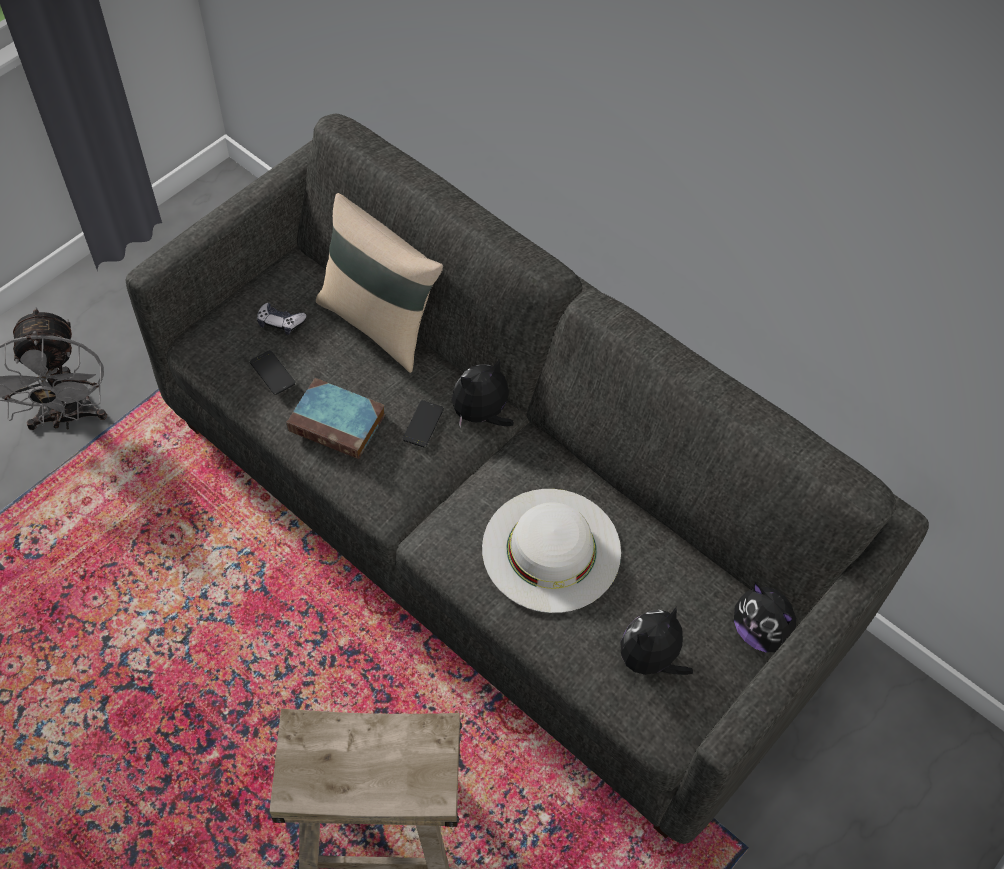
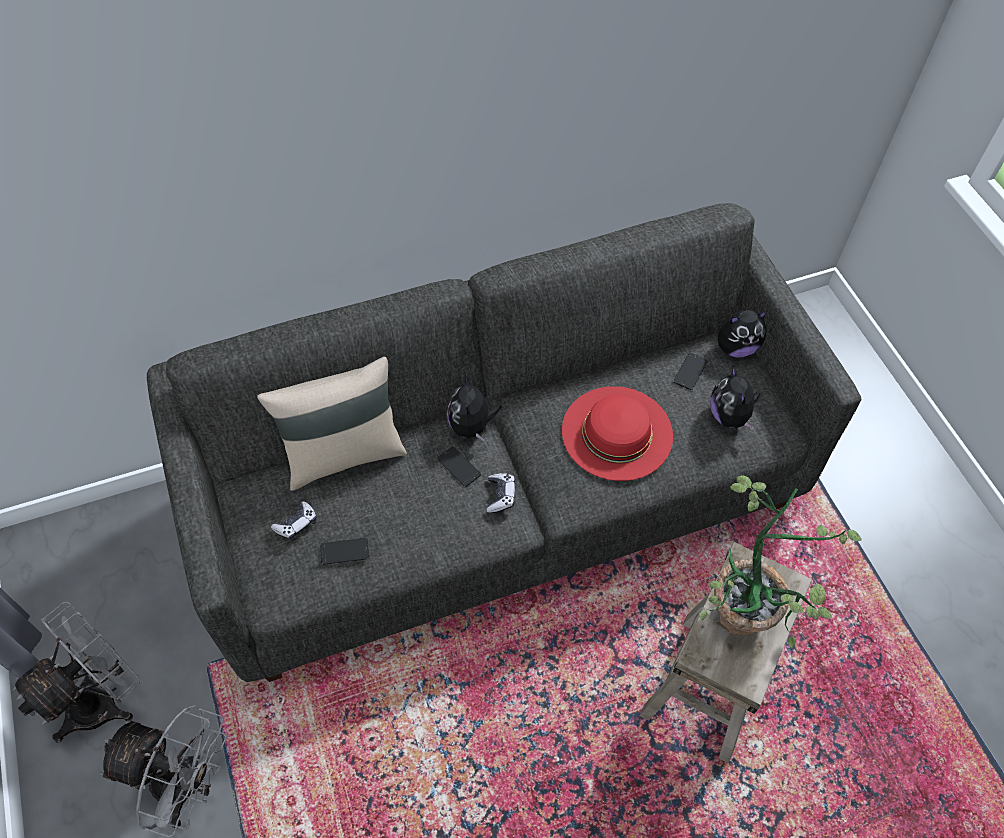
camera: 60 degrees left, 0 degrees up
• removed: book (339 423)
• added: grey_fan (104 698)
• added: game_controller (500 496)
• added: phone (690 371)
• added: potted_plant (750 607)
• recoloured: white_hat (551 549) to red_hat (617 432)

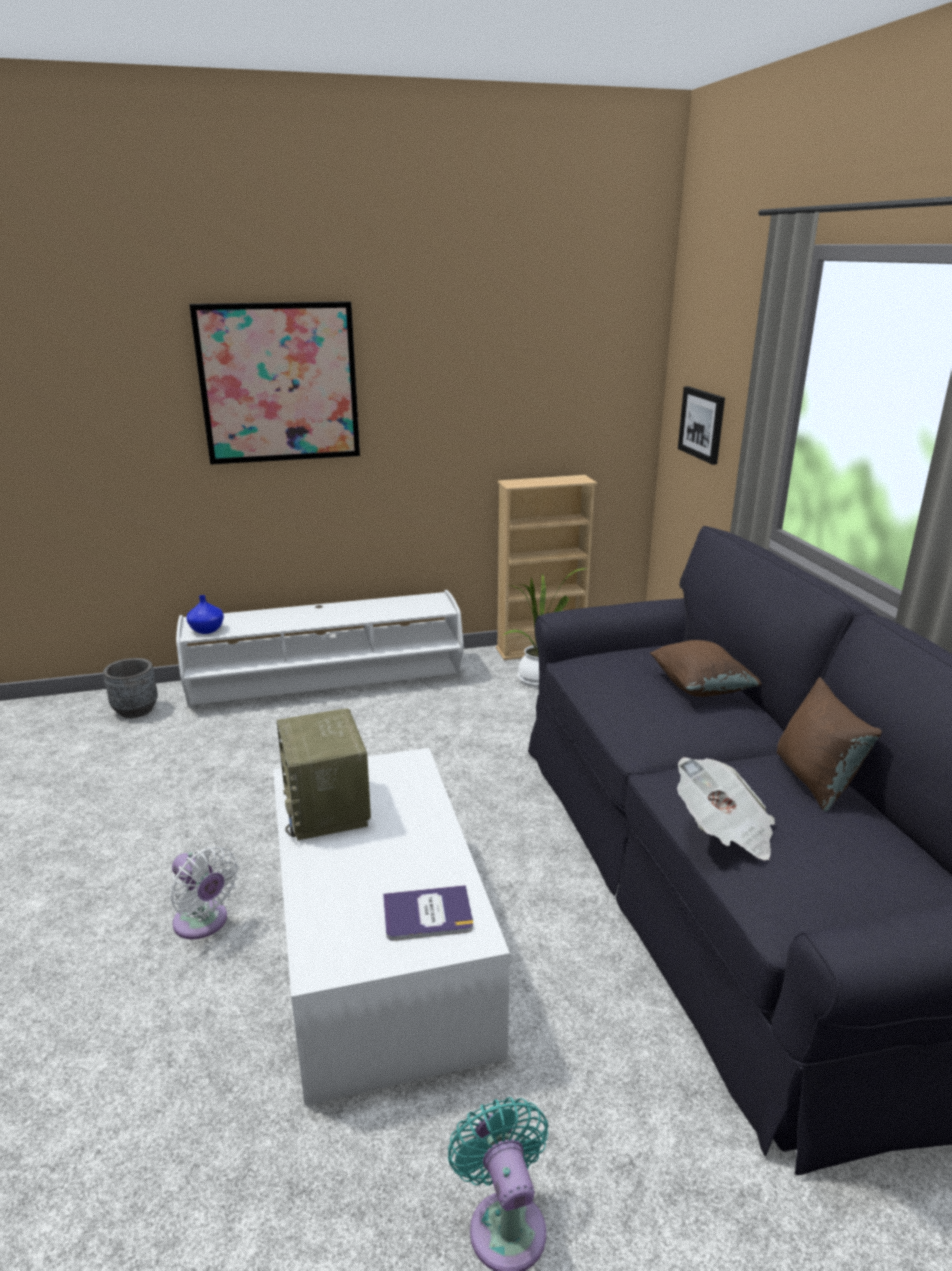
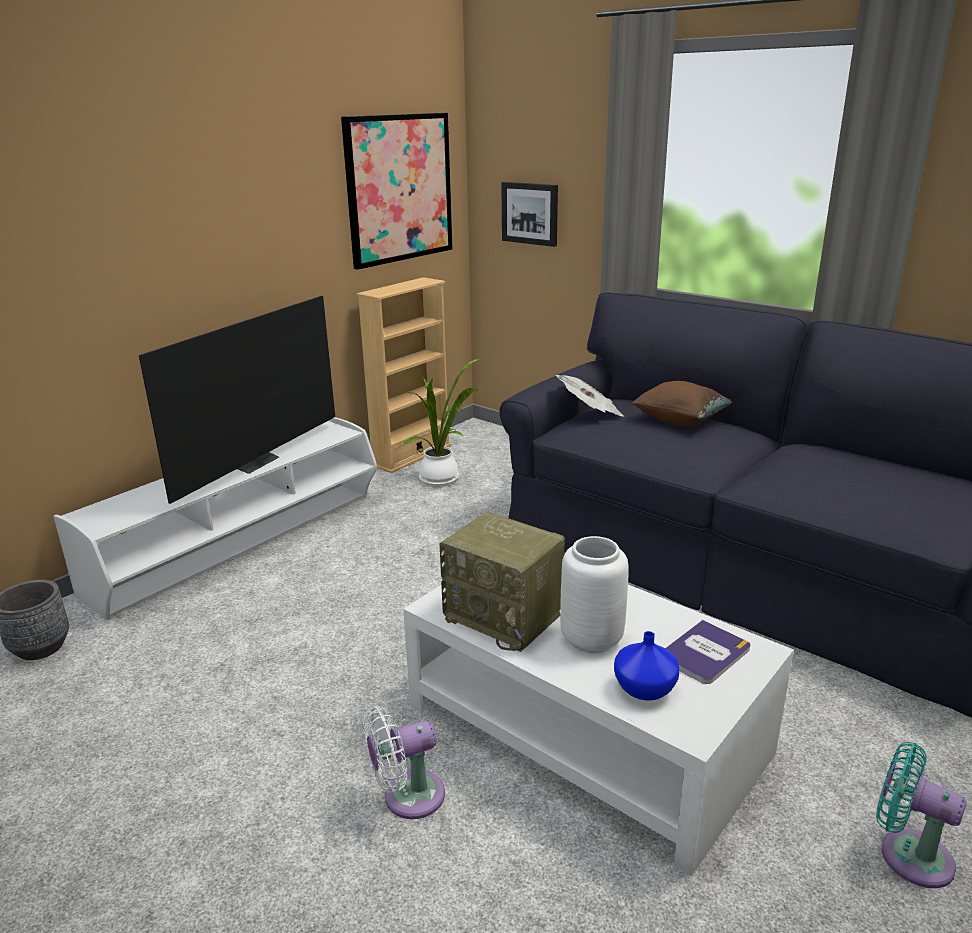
camera: 35 degrees left, 0 degrees up
• removed: brown_pillow (815 781)
• added: television (253 462)
• added: white_vase (591 638)
• moved: blue_vase (206 630) to (643 689)
• moved: picture (279 383) to (399 188)
• moved: newspaper (724 830) to (590 412)
• turned: white_fan (203 923) = (407 797) 150 degrees clockwise

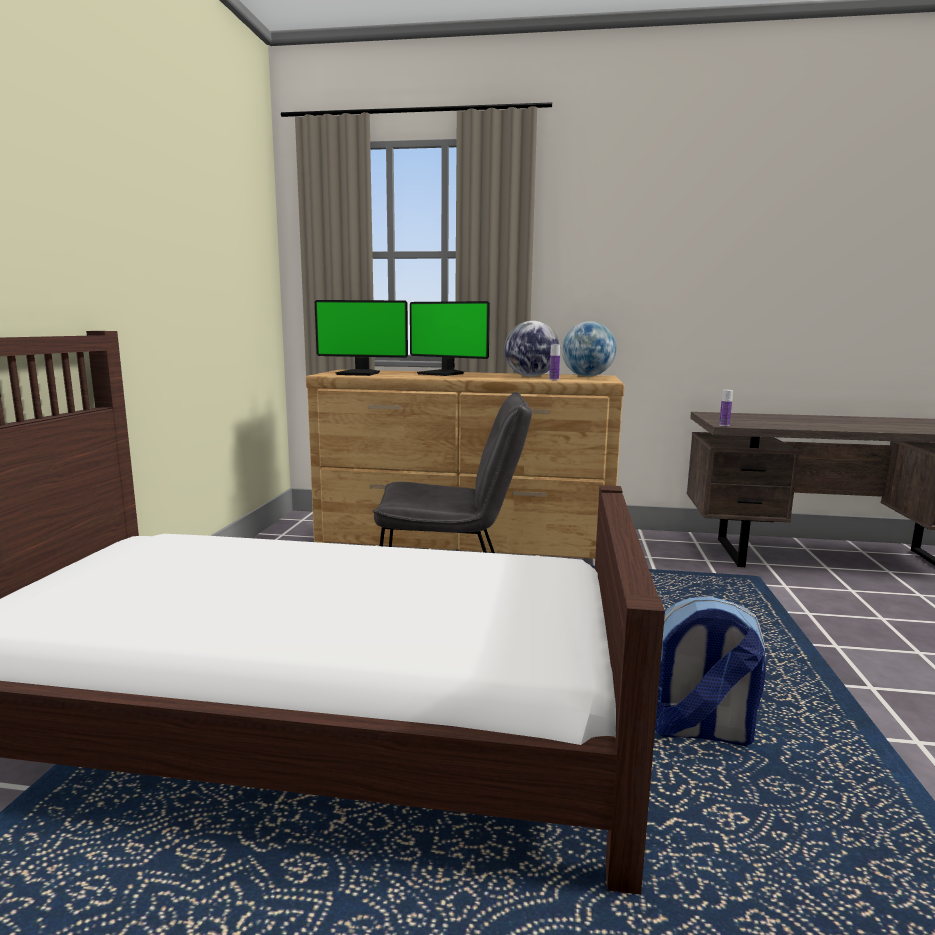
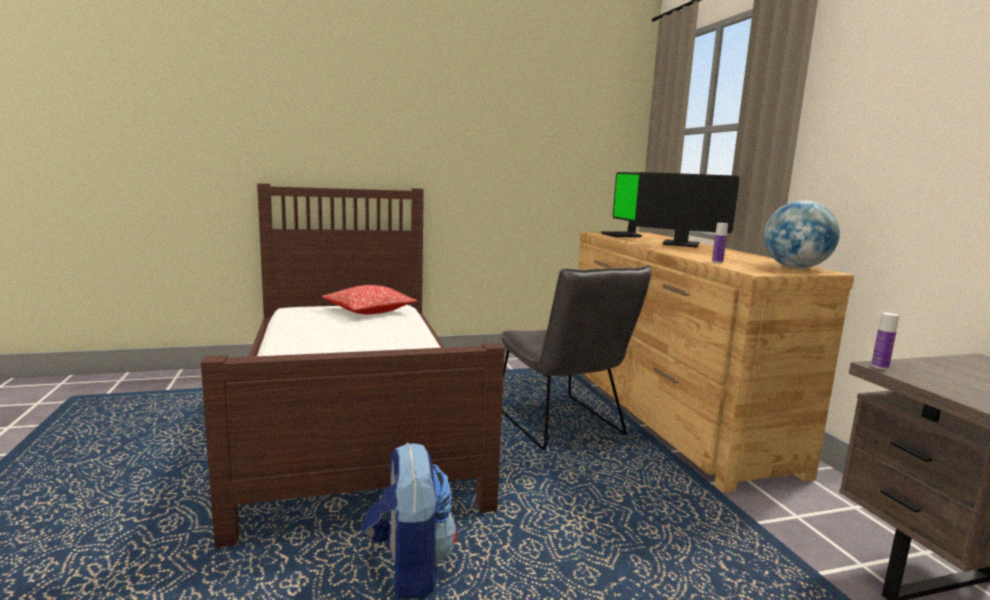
camera: 65 degrees right, 0 degrees up
• removed: globe (530 376)
• added: pillow (369 311)
• turned: monitor (442 374) = (680 244) 105 degrees clockwise

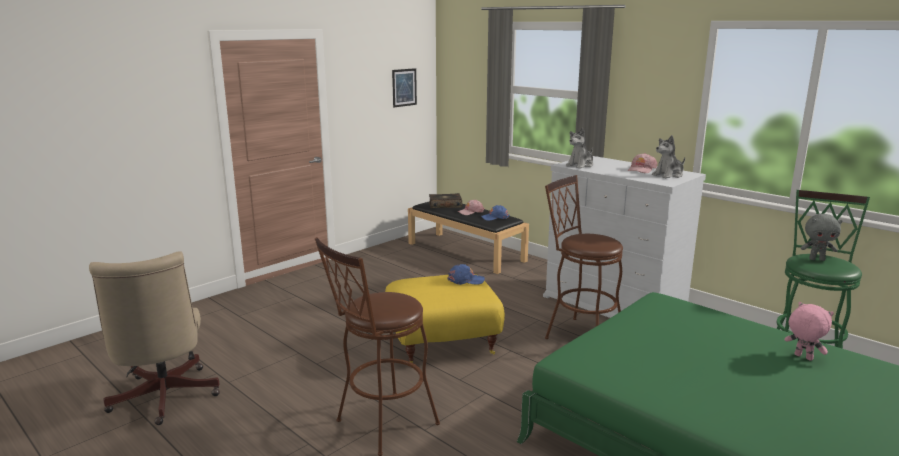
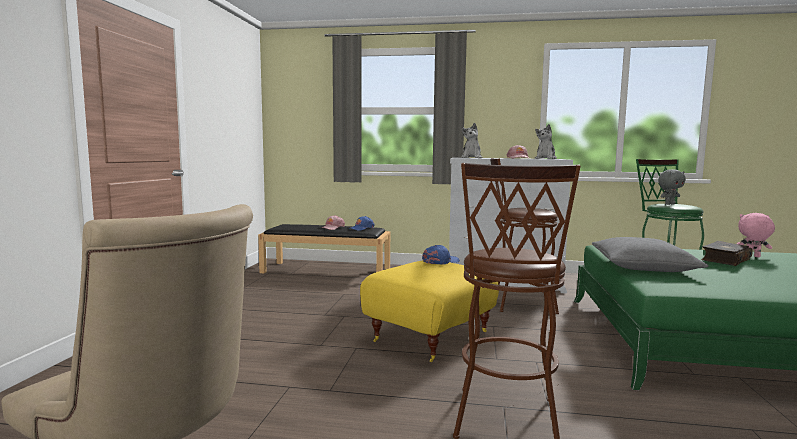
camera: 35 degrees left, 10 degrees down
• removed: picture (404 87)
• added: grey_pillow (642 266)
• moved: book (445 205) to (724 260)

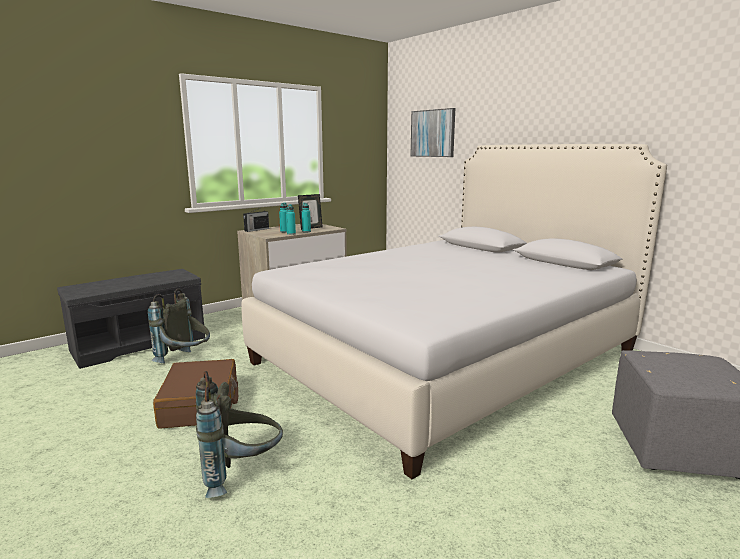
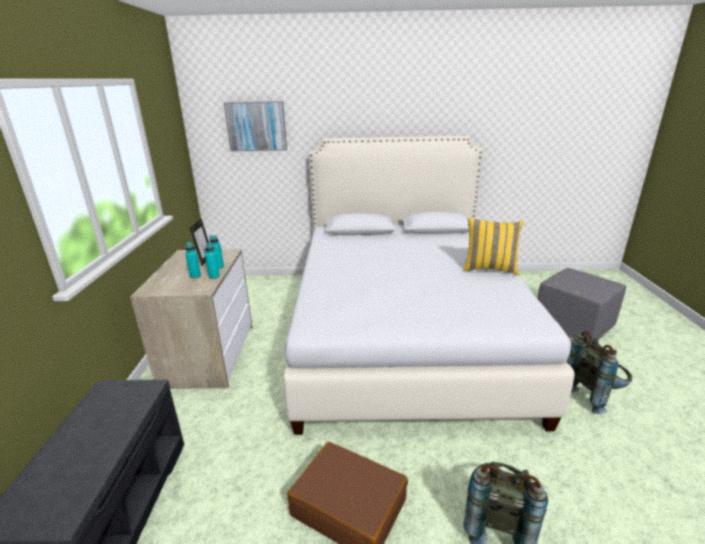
camera: 50 degrees left, 10 degrees up
• removed: radio (256 230)
• added: yellow_pillow (489 268)
• moved: grey_backpack (185 361) to (594 395)

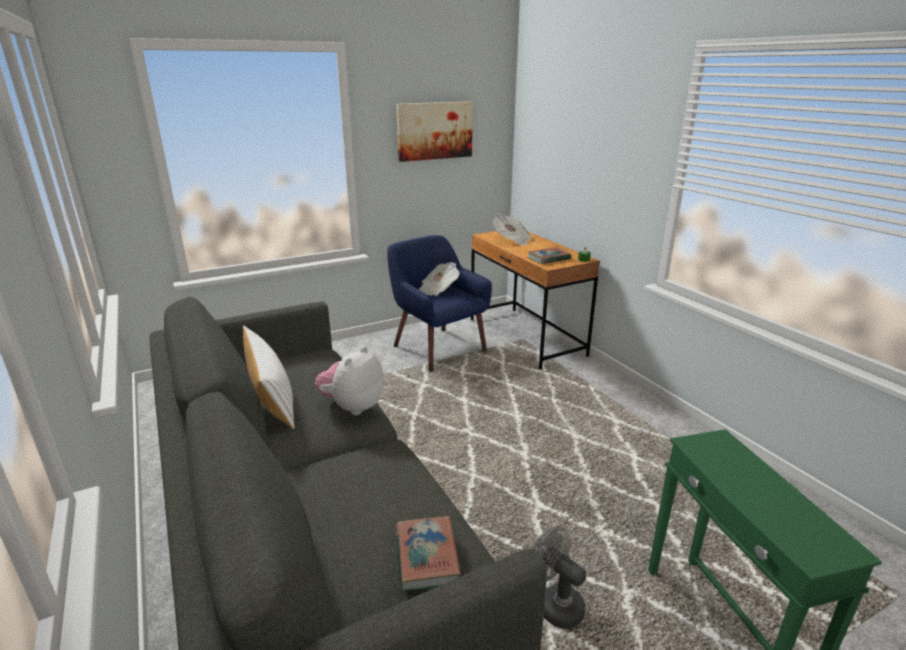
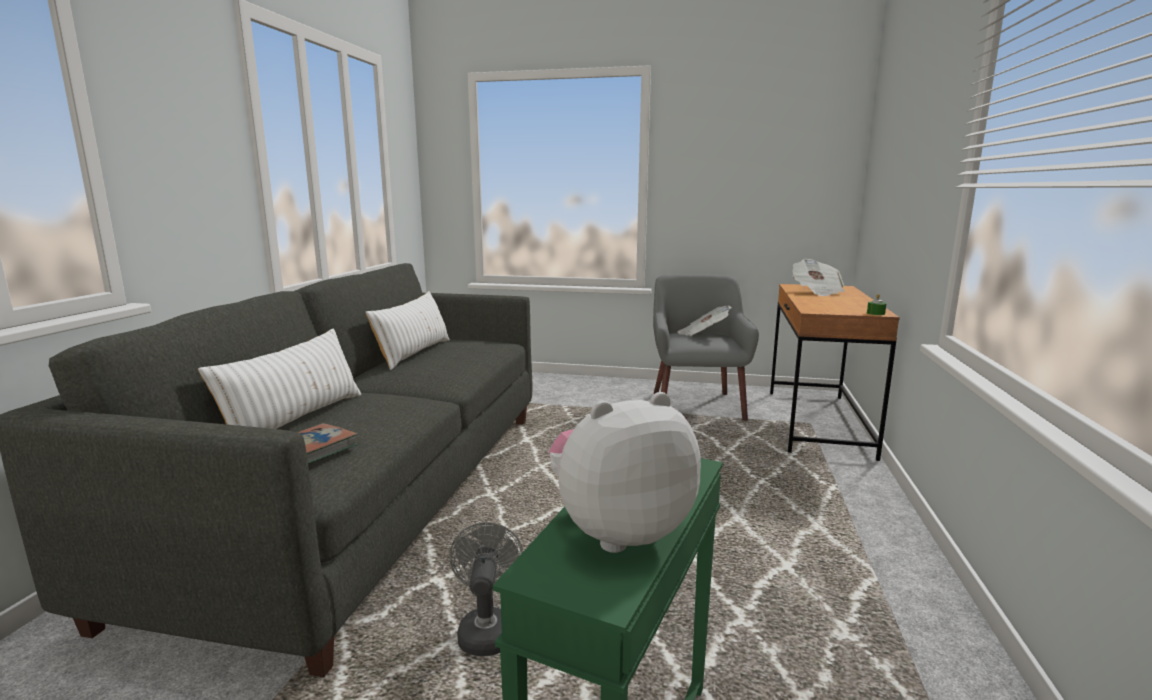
camera: 40 degrees right, 10 degrees down
• removed: picture (434 131)
• removed: book (549 258)
• added: white_pillow (296 419)
• moved: plush_toy (353 406) to (618 531)
• recoloured: blue_armchair (437 348) to grey_armchair (695 405)

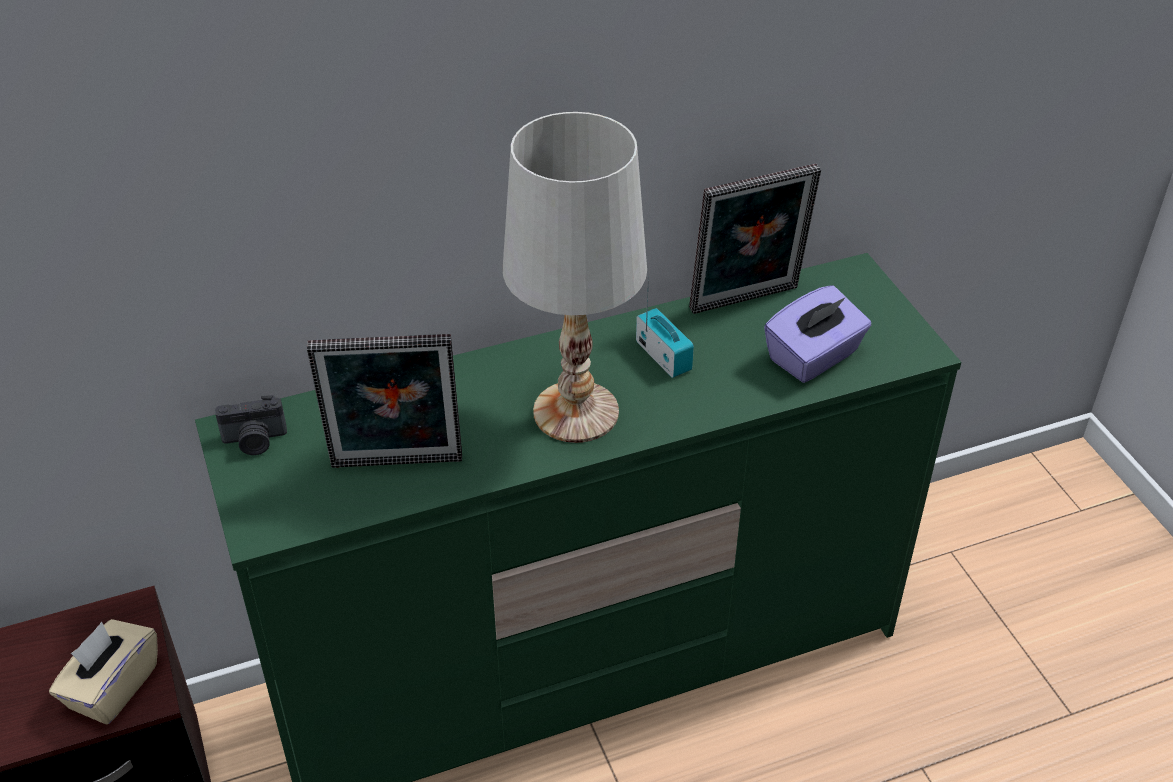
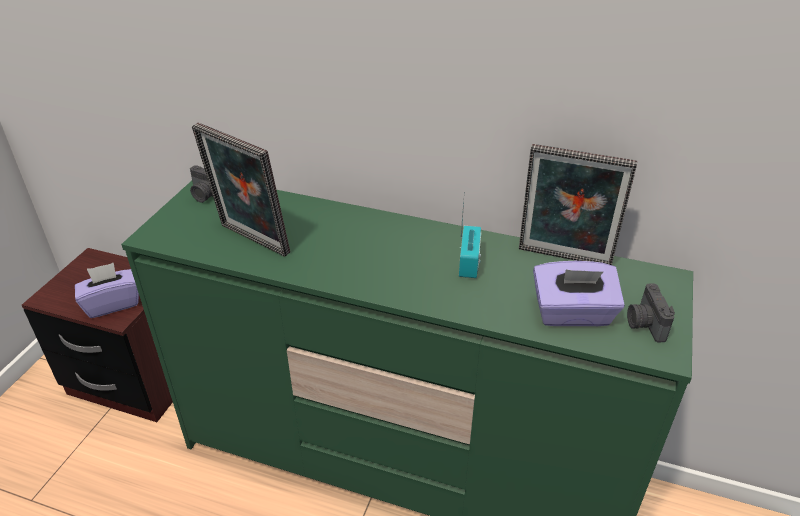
camera: 40 degrees right, 5 degrees down
• removed: white_table_lamp (576 413)
• added: photo_camera (644 324)
• recoloured: beige_tissue_box (112 687) to purple_tissue_box (112 303)

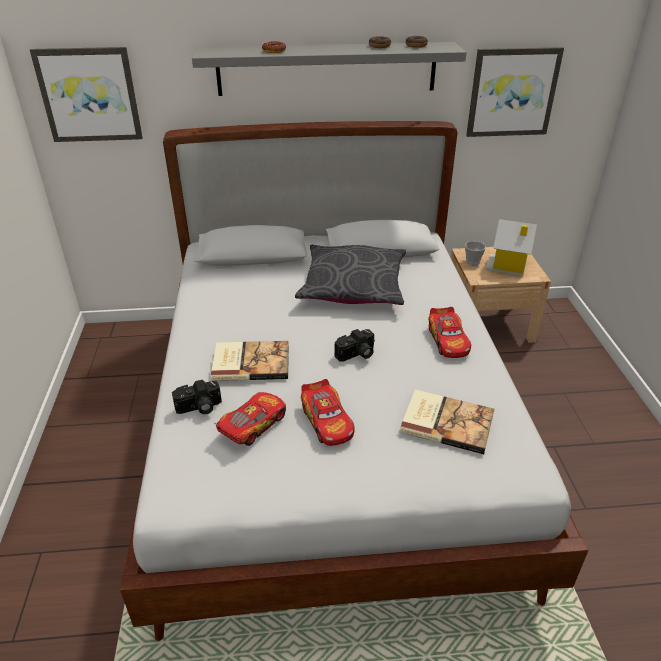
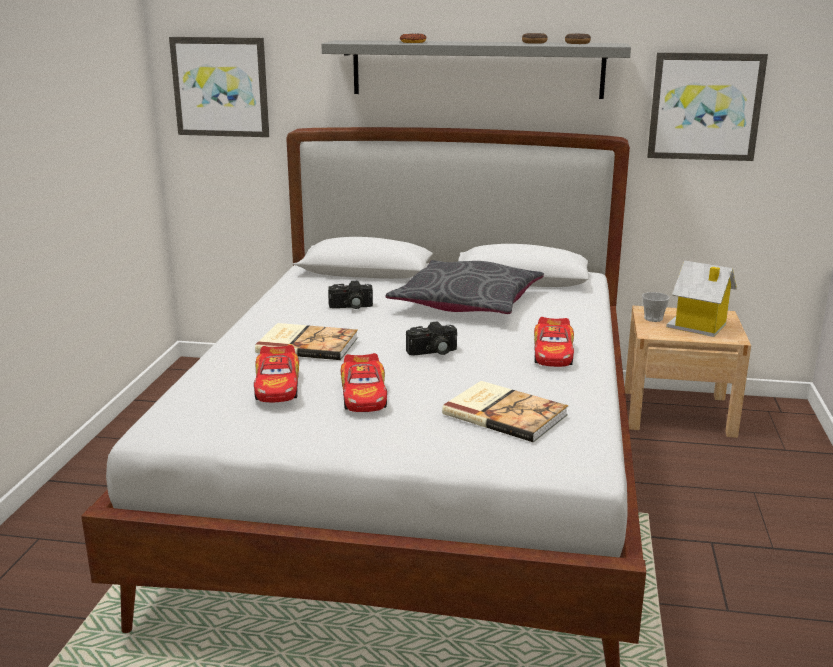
camera: 15 degrees right, 15 degrees down
• moved: photo_camera (199 408) to (350 307)
• turned: toy_car (252 425) = (278 386) 120 degrees clockwise

